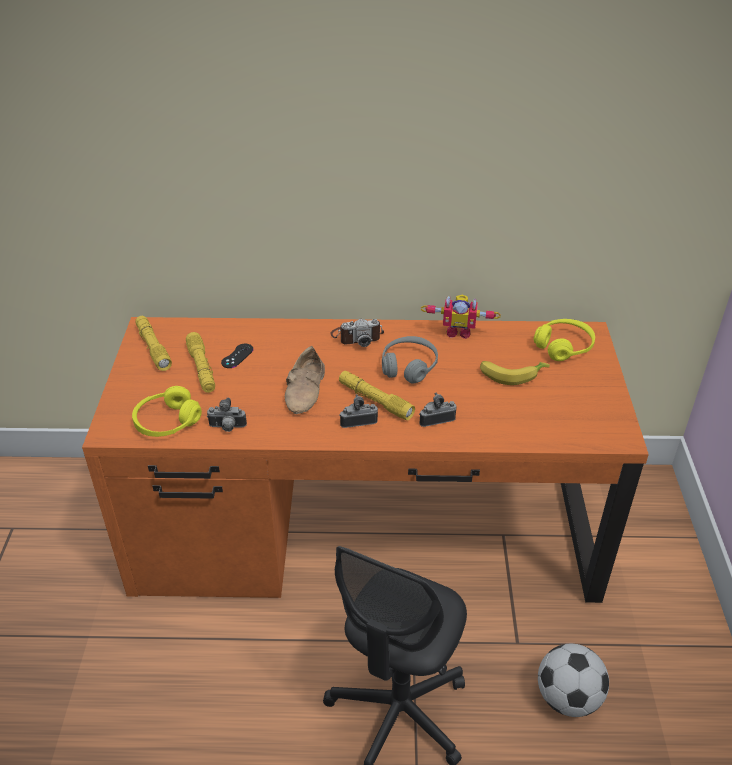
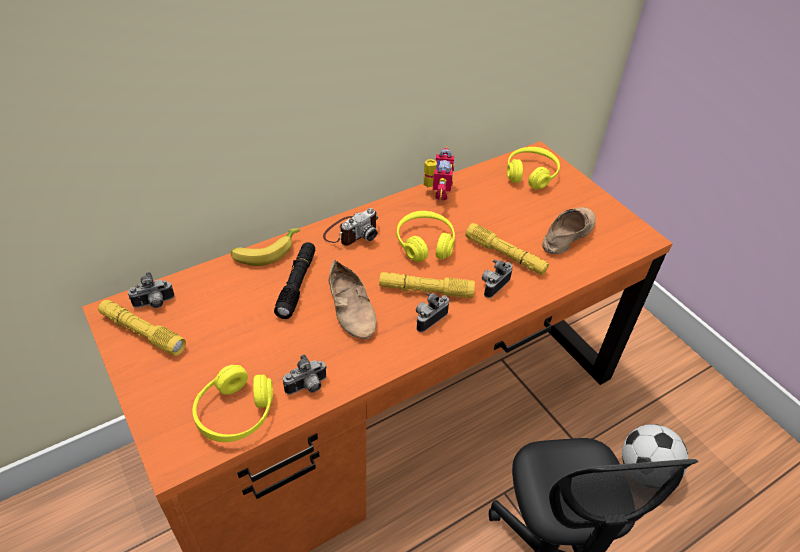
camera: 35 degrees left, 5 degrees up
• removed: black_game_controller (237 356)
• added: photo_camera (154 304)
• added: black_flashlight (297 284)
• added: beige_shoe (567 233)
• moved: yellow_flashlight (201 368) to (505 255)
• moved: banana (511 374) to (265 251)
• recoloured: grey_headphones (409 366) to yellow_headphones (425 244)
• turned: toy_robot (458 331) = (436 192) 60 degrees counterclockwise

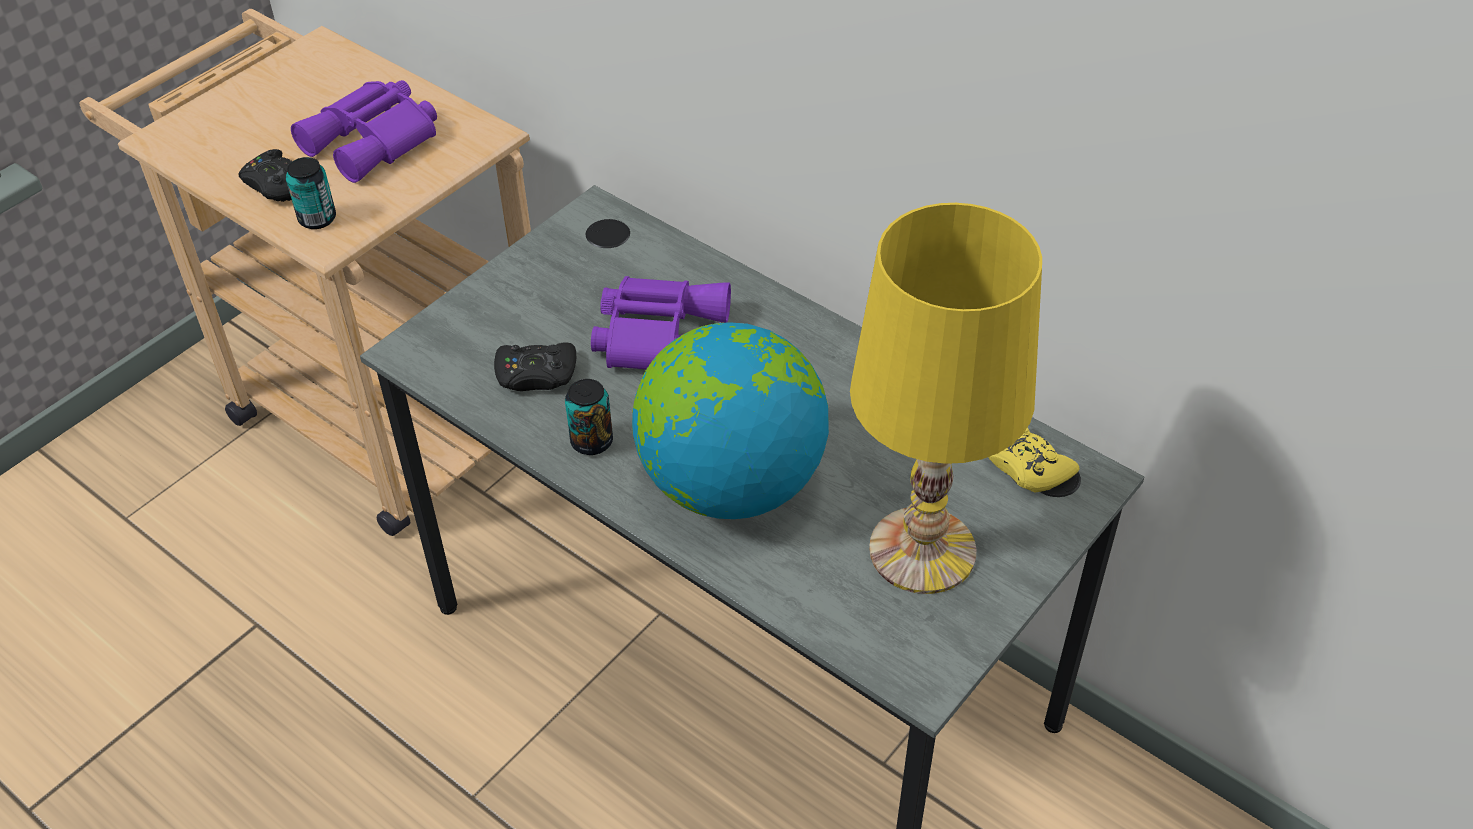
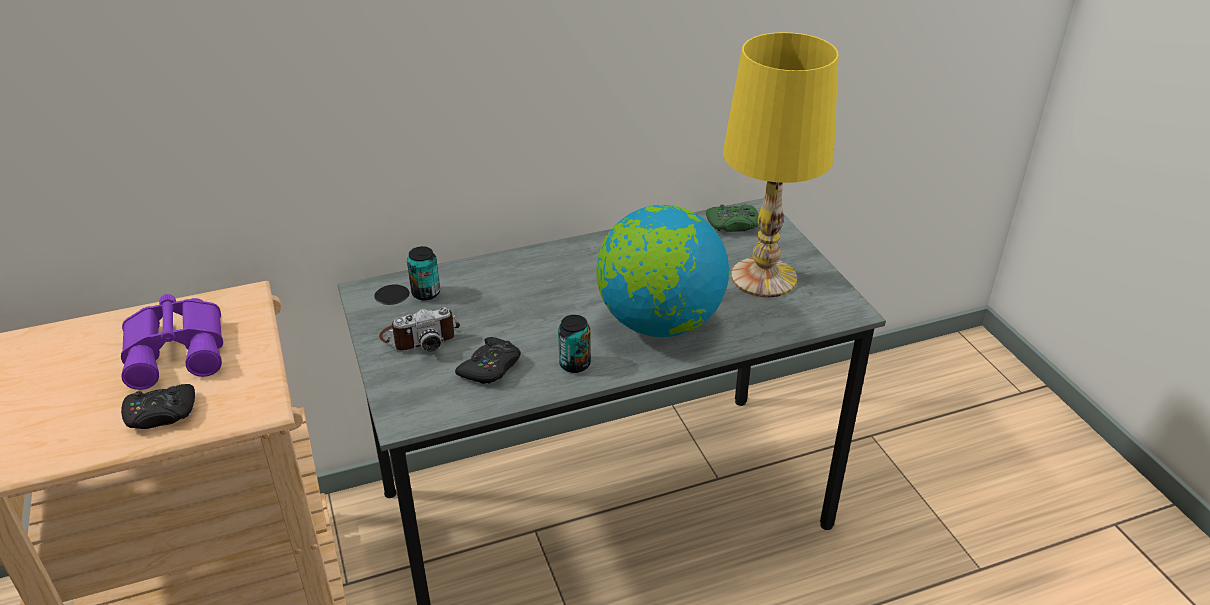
camera: 60 degrees left, 10 degrees down
• removed: purple_binoculars (660 334)
• added: photo_camera (420 336)
• moved: can (317 219) to (426 293)
• recoloured: yellow_game_controller (1027 466) to green_game_controller (733 224)

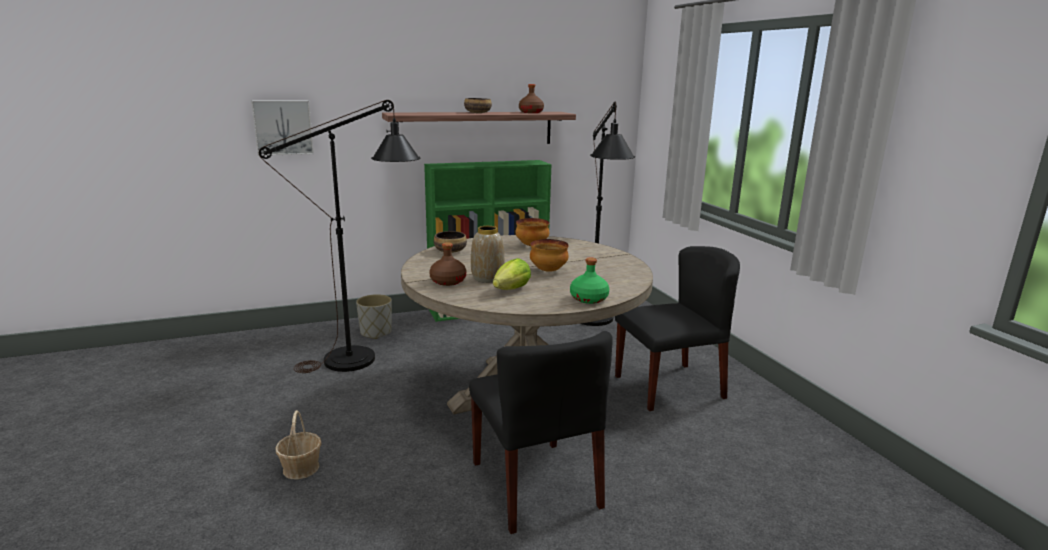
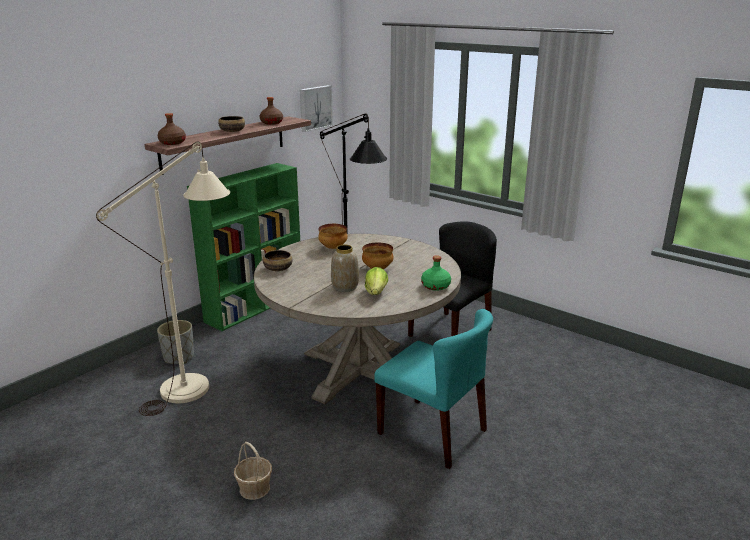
camera: 30 degrees left, 5 degrees up
• moved: picture (283 127) to (315 107)
• moved: brown_bottle (447 281) to (172 143)
• recoloured: black_floor_lamp (364 357) to beige_floor_lamp (196 383)
• recoloured: black_chair (536 485) to turquoise_chair (433 432)

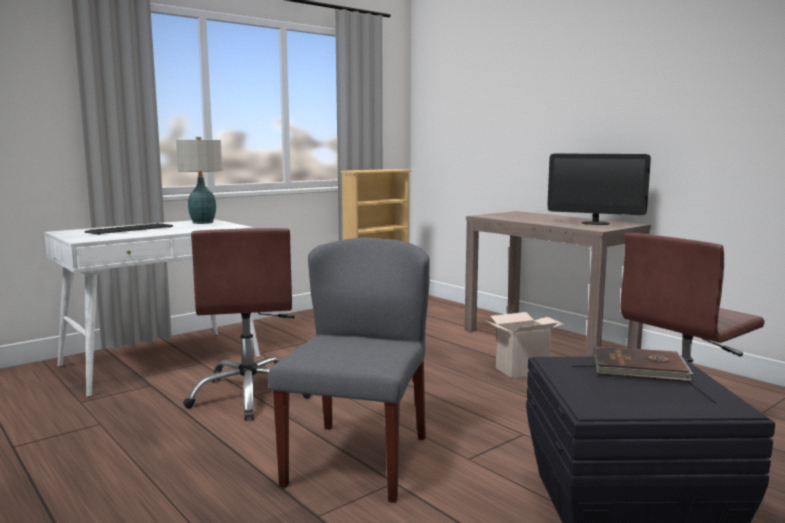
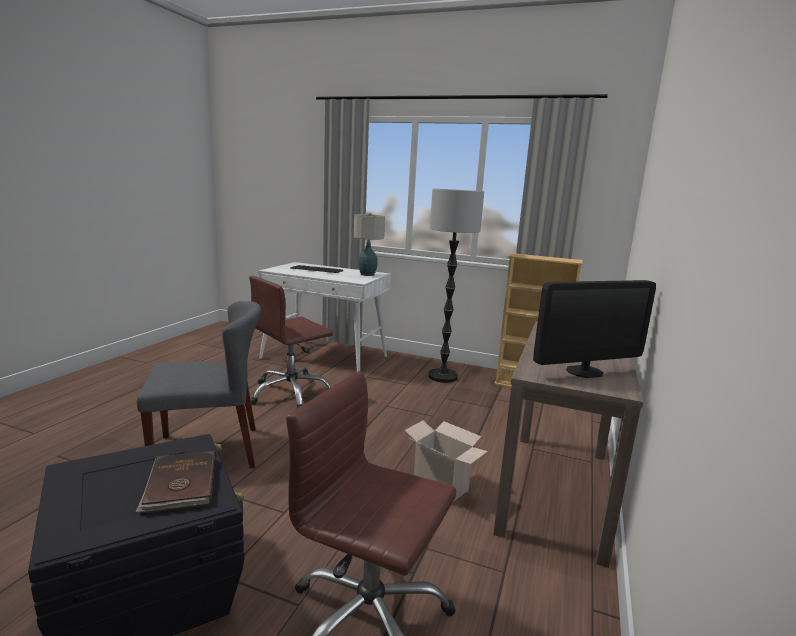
camera: 60 degrees right, 5 degrees up
• added: floor_lamp (442 376)
• turned: monitor (595 223) = (584 371) 105 degrees counterclockwise

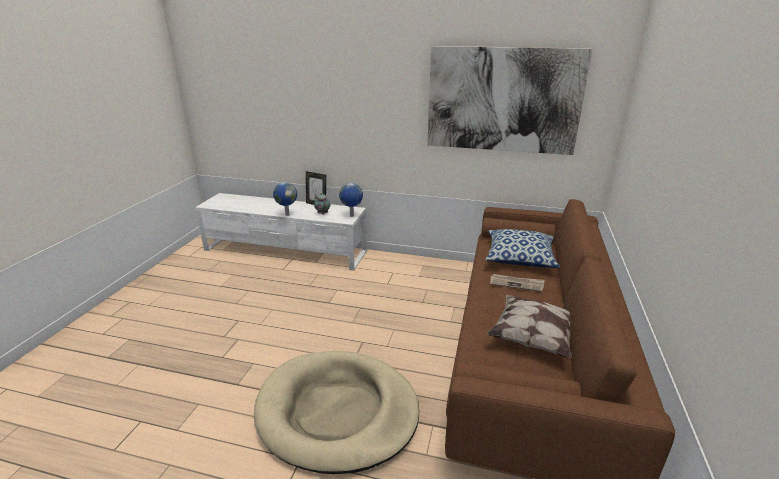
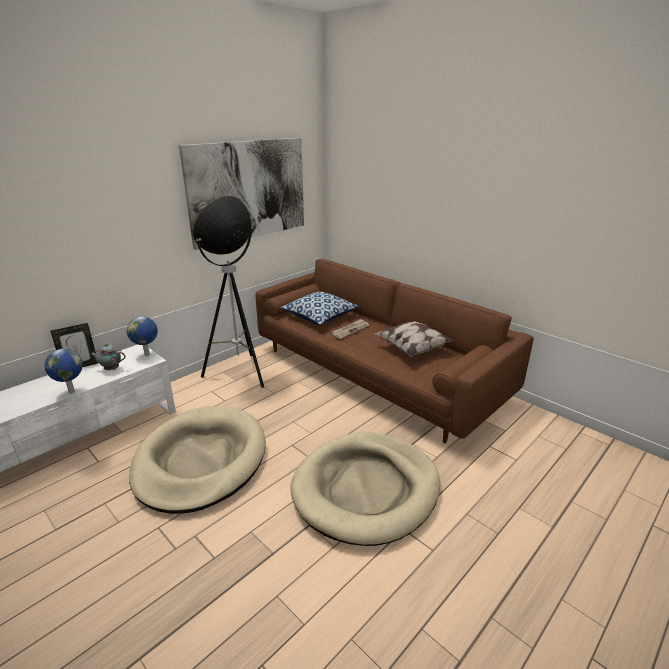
camera: 60 degrees left, 0 degrees up
• added: beige_dog_bed (201 461)
• added: floor_lamp (240 374)

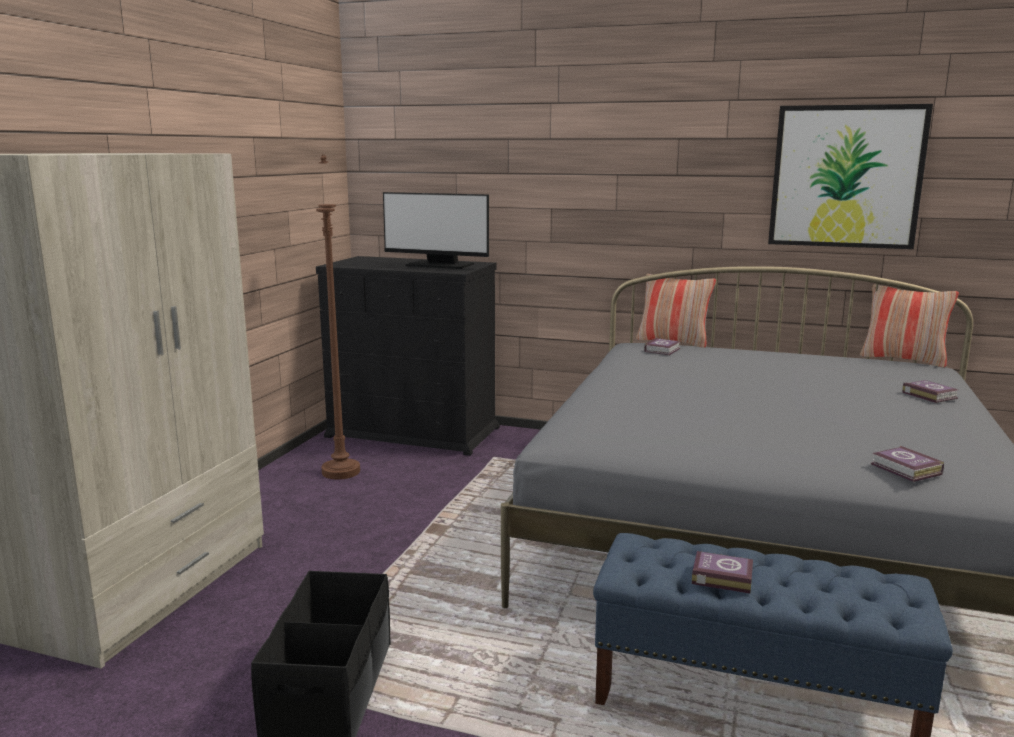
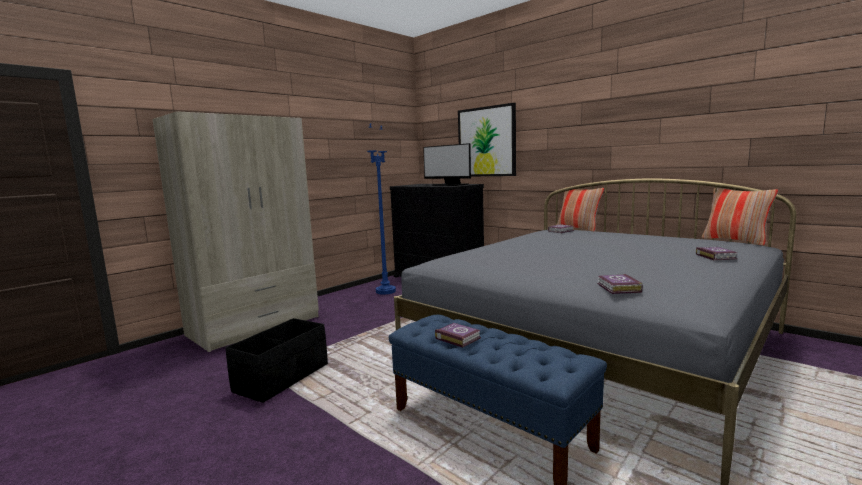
camera: 25 degrees right, 5 degrees down
• moved: picture (846 177) to (486 142)
• recoloured: brown_floor_lamp (341 472) to blue_floor_lamp (385 291)

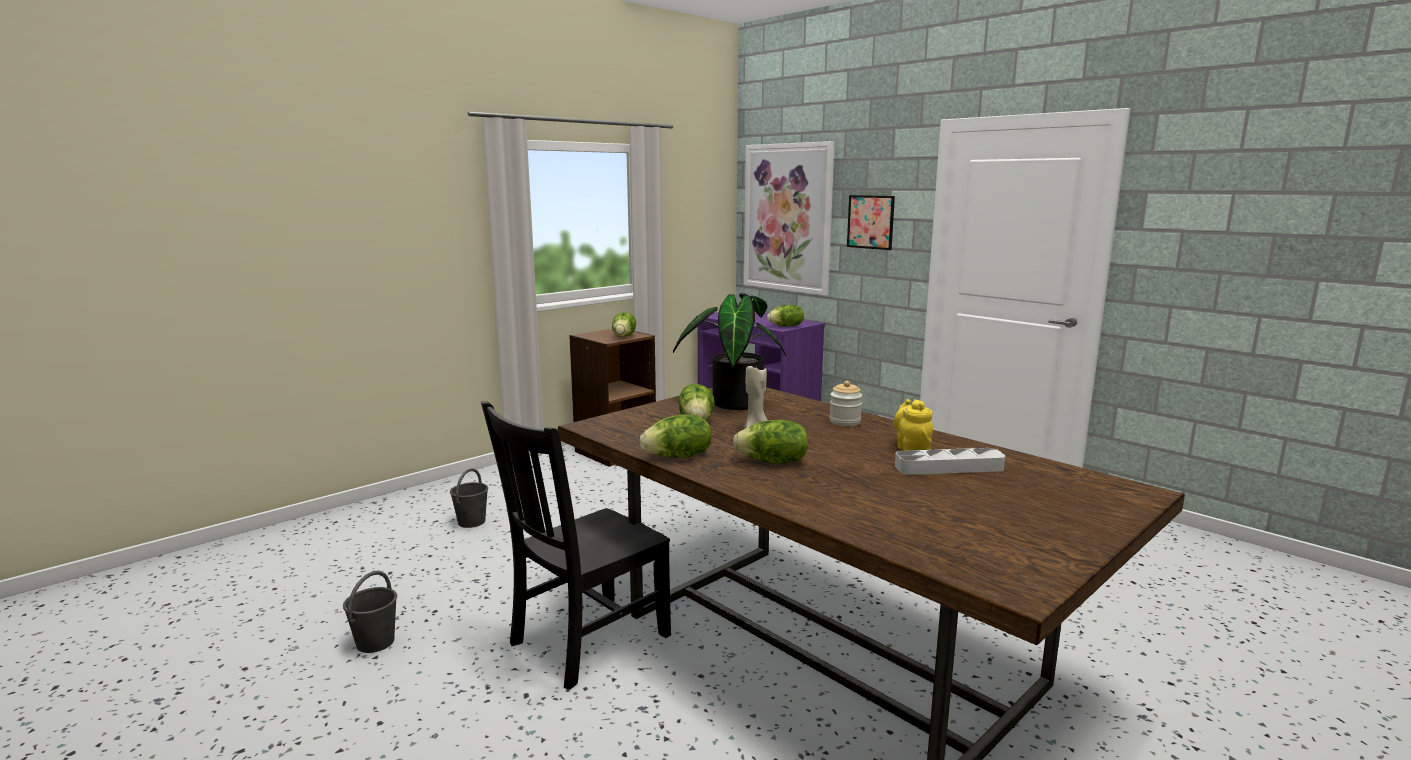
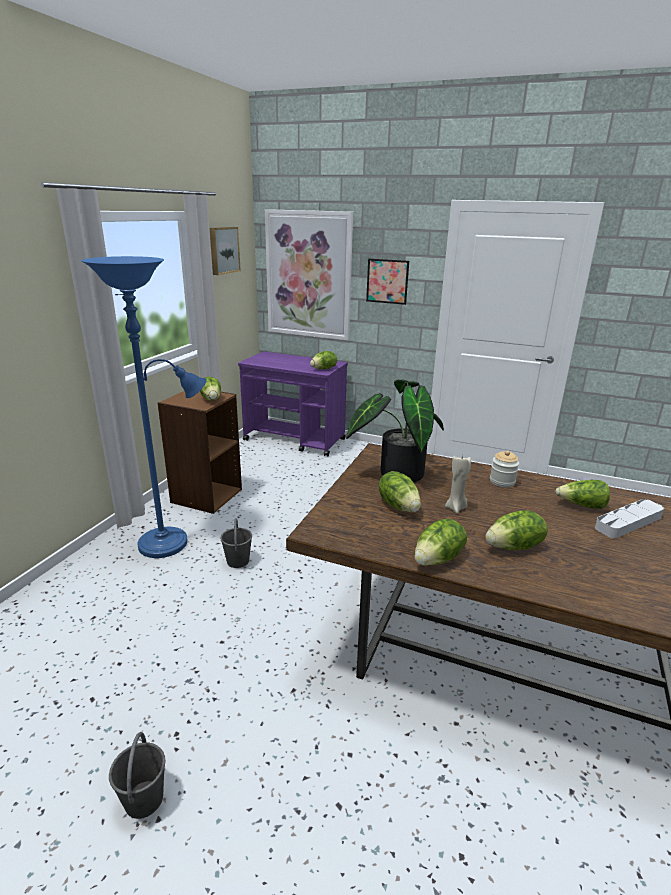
camera: 25 degrees left, 10 degrees up
• removed: black_chair (585 641)
• added: blue_floor_lamp (170 542)
• added: picture (223 250)
• moved: grey_bucket (472 522) to (238 561)
• replaced: yellow_teapot (912 449) to lettuce (581 505)

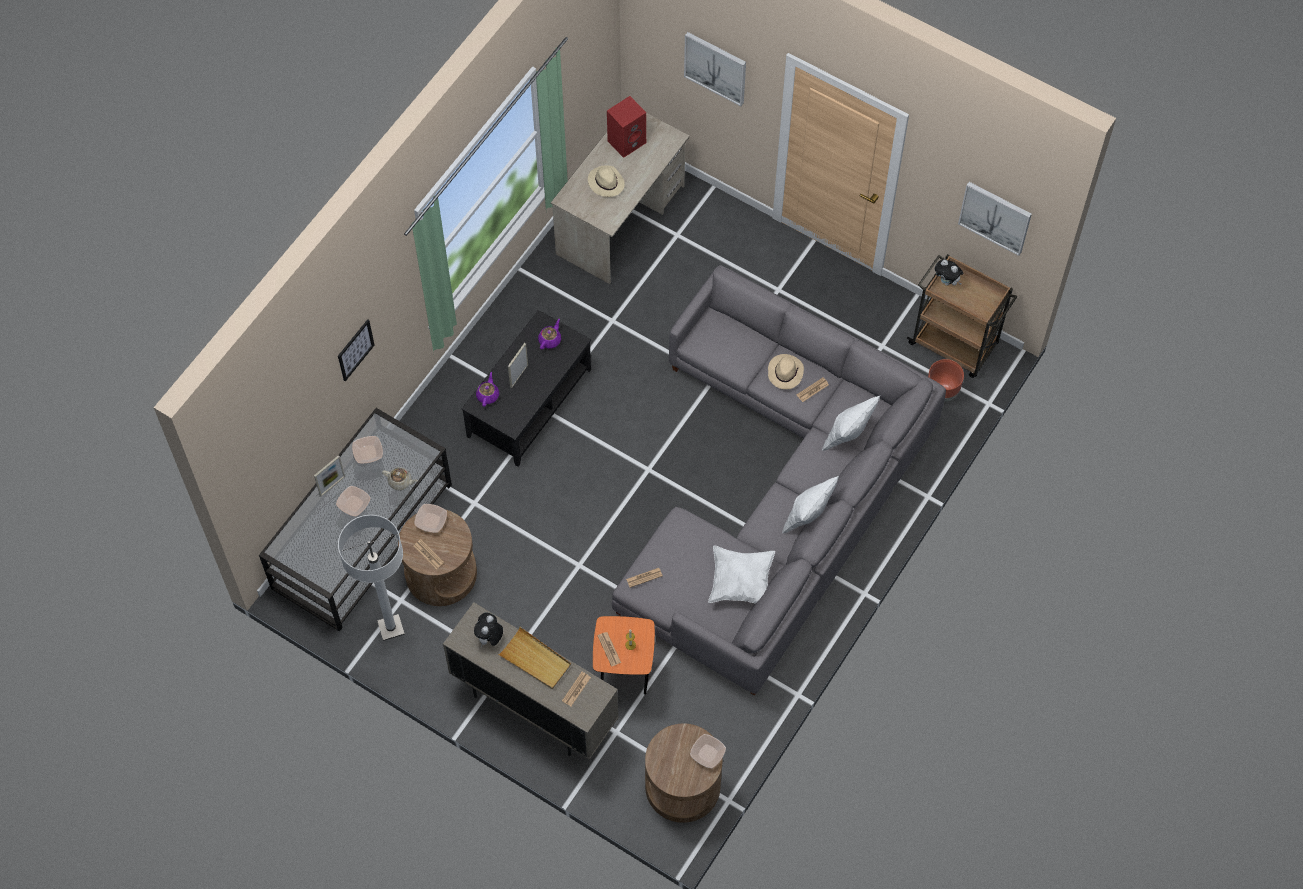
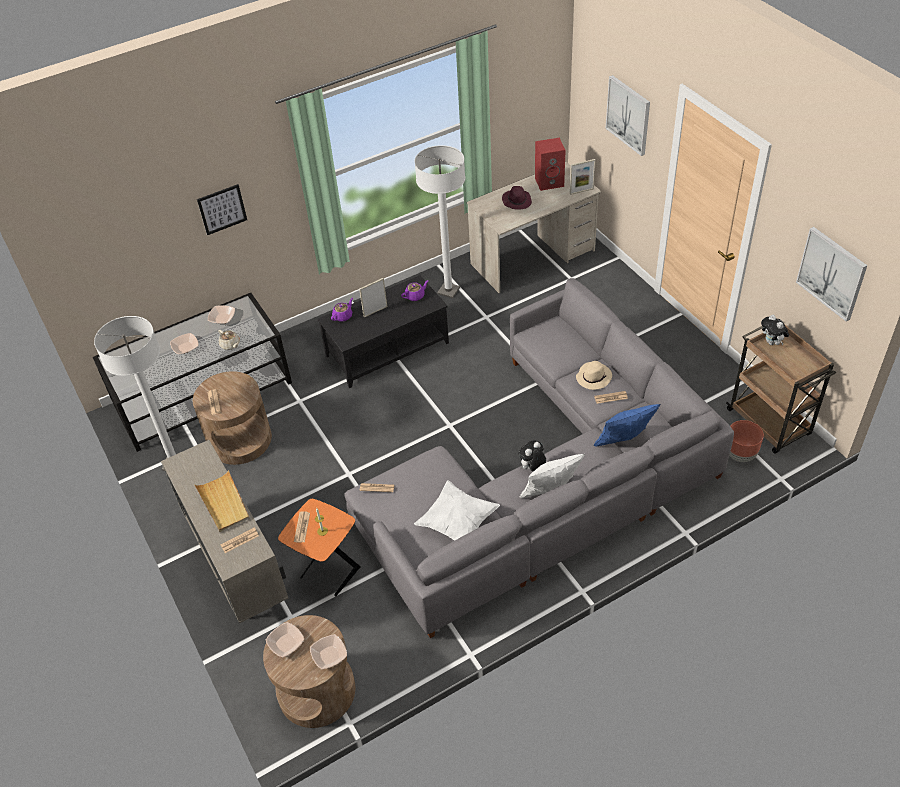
camera: 30 degrees right, 15 degrees down
• added: white_floor_lamp (448 291)
• moved: picture_frame (332 486) to (581 191)
• moved: bowl (431 521) to (286 643)
• moved: plush_toy (489 638) to (532 468)
• recoloured: beige_hat (605 182) to purple_hat (516 201)
• recoloured: white_pillow (848 436) to blue_pillow (624 443)

